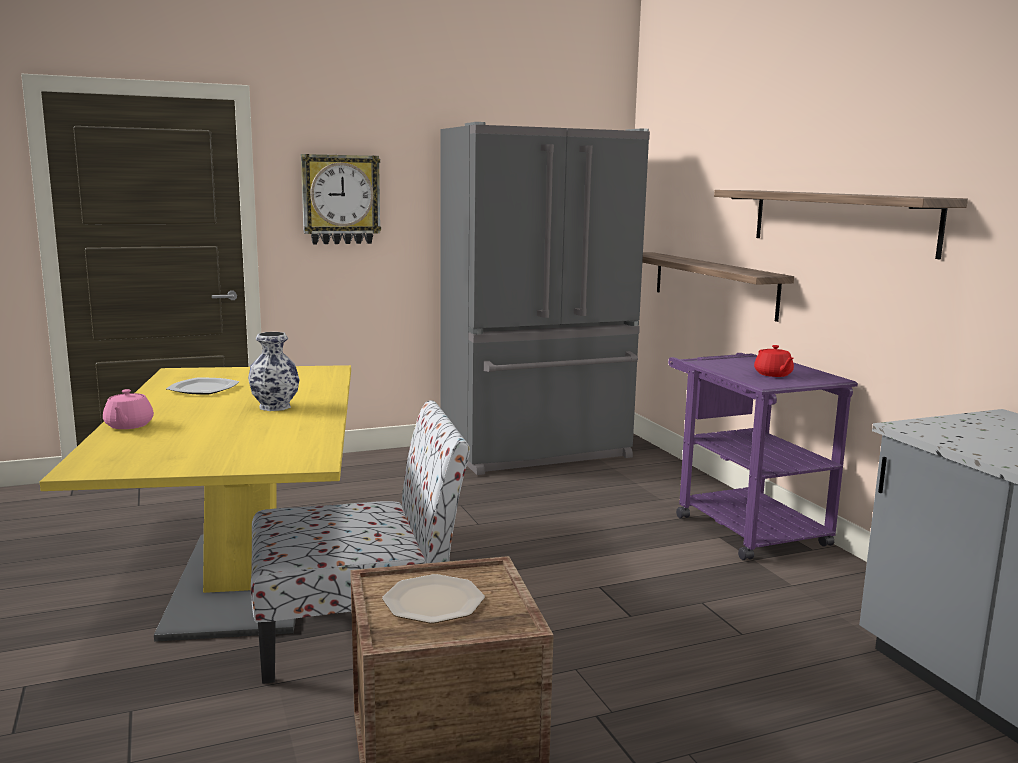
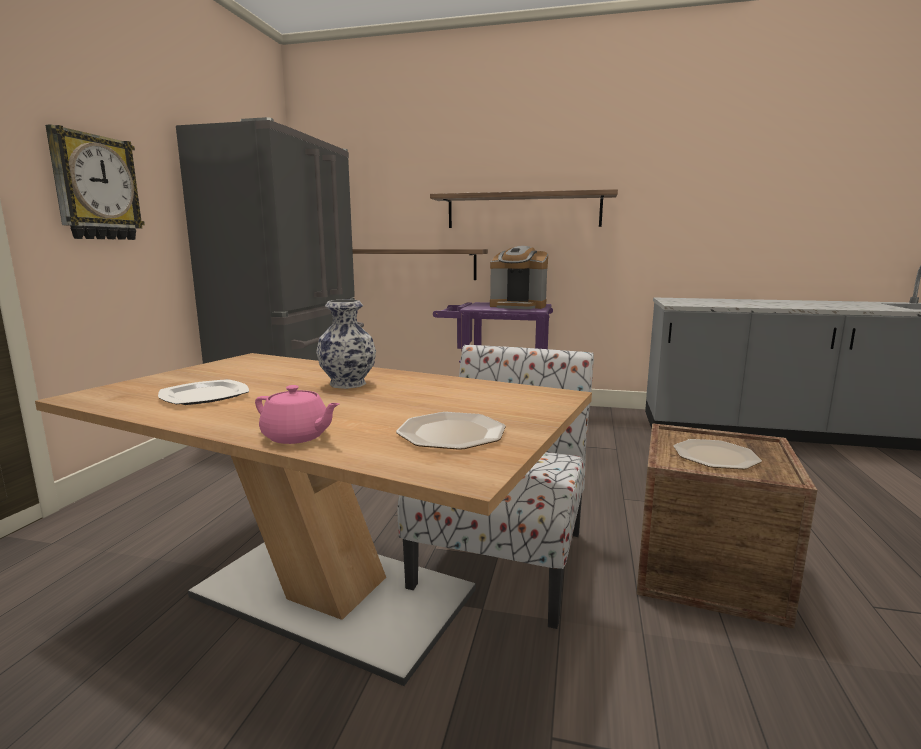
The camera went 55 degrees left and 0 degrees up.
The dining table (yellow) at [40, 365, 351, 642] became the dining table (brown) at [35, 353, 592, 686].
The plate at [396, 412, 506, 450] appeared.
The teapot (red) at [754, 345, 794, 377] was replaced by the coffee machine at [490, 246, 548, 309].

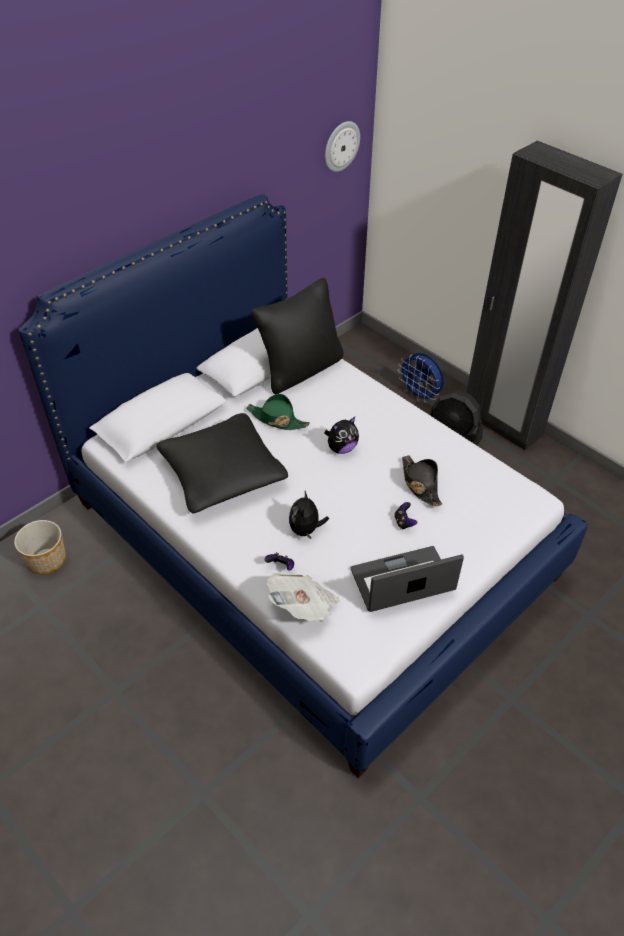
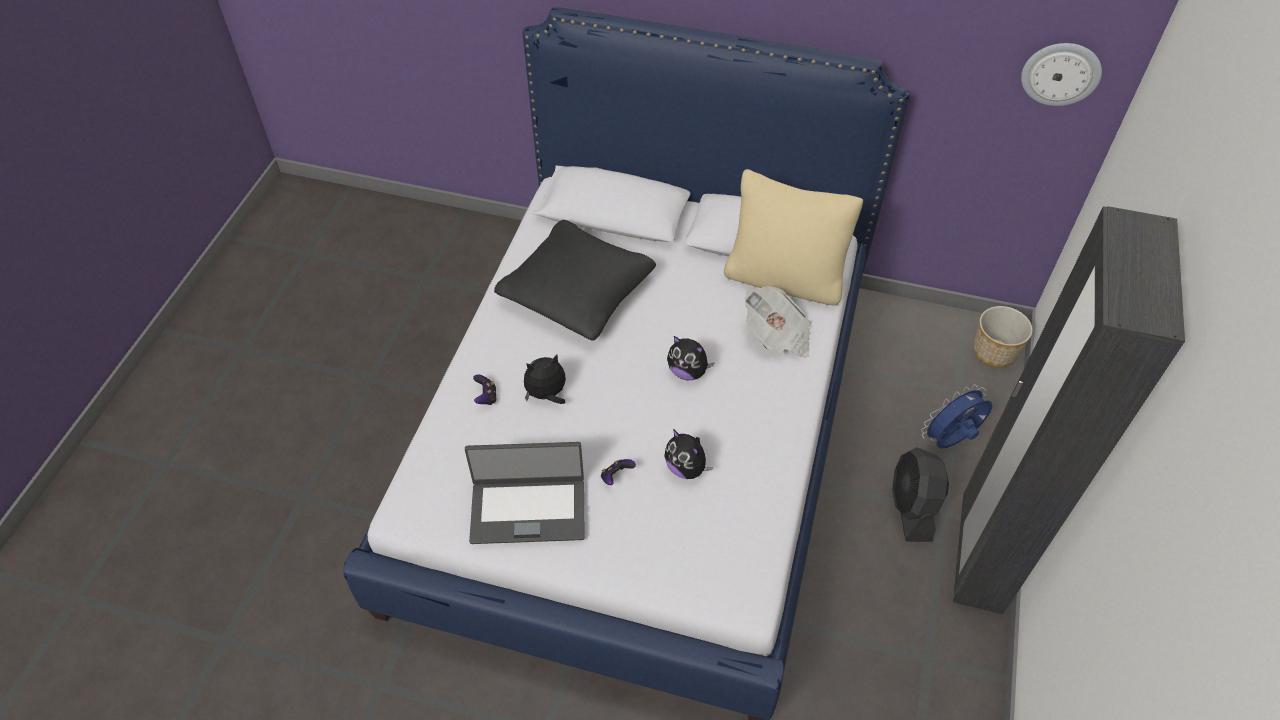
The camera went 60 degrees right and 5 degrees up.
The laptop at [350, 546, 464, 612] turned 135 degrees clockwise.
The hat (black) at [402, 456, 442, 506] was replaced by the plush toy at [664, 429, 713, 479].
The pillow (black) at [251, 278, 344, 394] became the pillow (beige) at [724, 169, 863, 305].
The newspaper moved from [266, 573, 340, 622] to [745, 286, 811, 358].
The fan (blue) at [398, 353, 444, 403] turned 45 degrees clockwise.
The planter moved from [14, 520, 66, 574] to [973, 306, 1033, 367].
The hat (green) at [246, 394, 310, 430] disappeared.

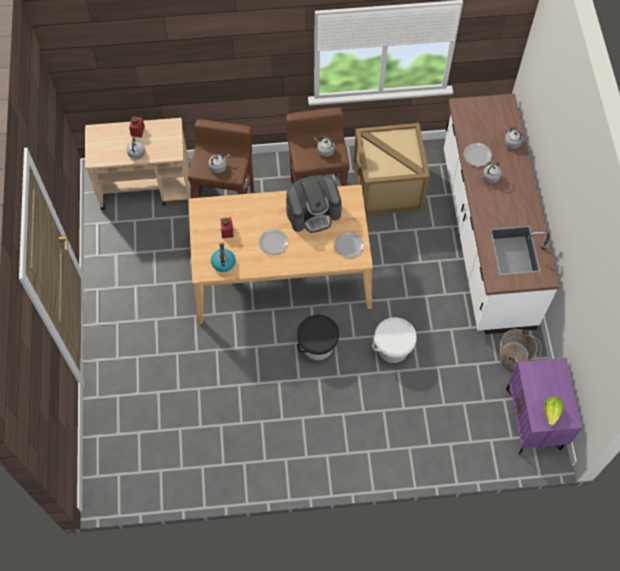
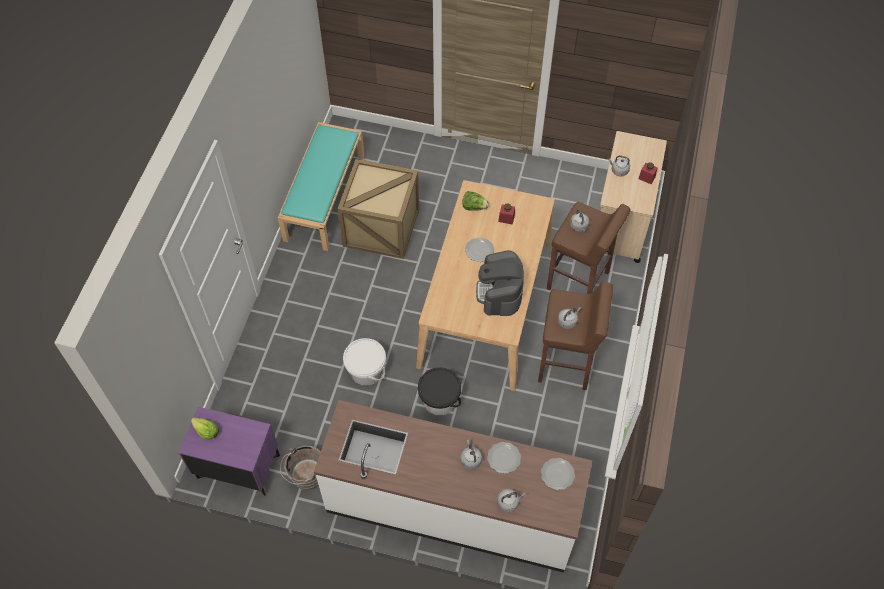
The camera went 110 degrees right and 5 degrees down.
The bench (turquoise) at [278, 122, 364, 251] appeared.
The crate moved from [353, 123, 430, 216] to [337, 159, 419, 259].
The bucket (black) moved from [297, 315, 339, 360] to [418, 368, 461, 416].
The kettle at [211, 243, 236, 272] was replaced by the lettuce at [462, 191, 489, 211].
The plate moved from [335, 232, 364, 258] to [541, 458, 575, 490].

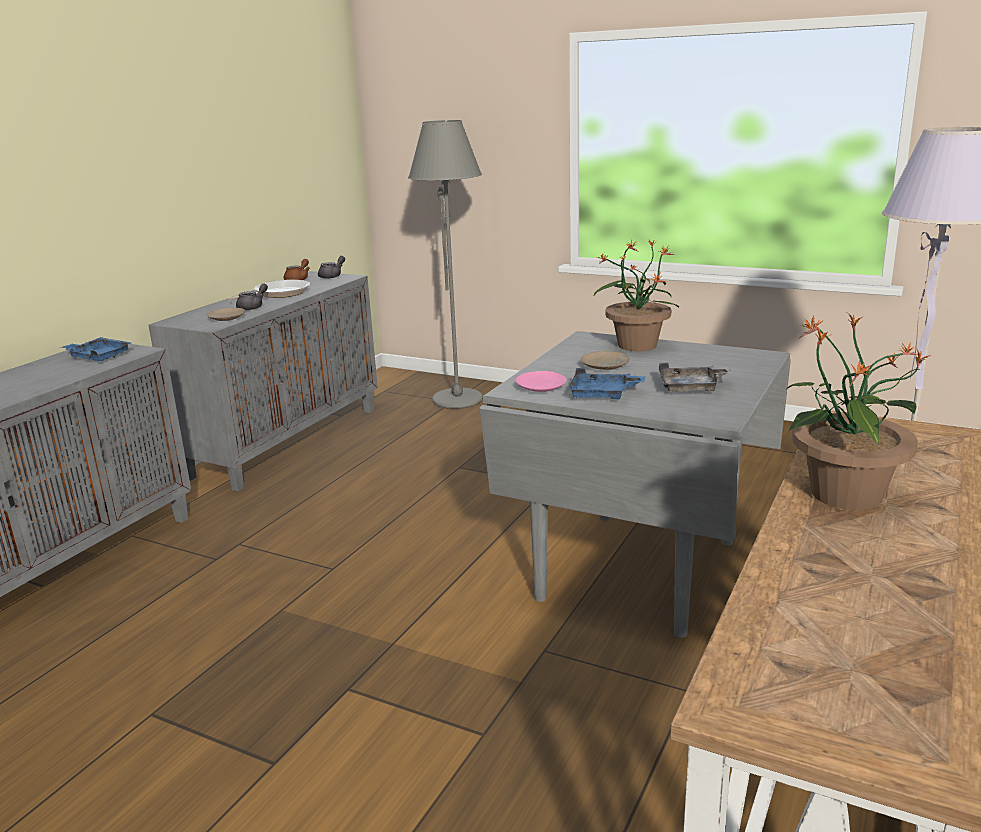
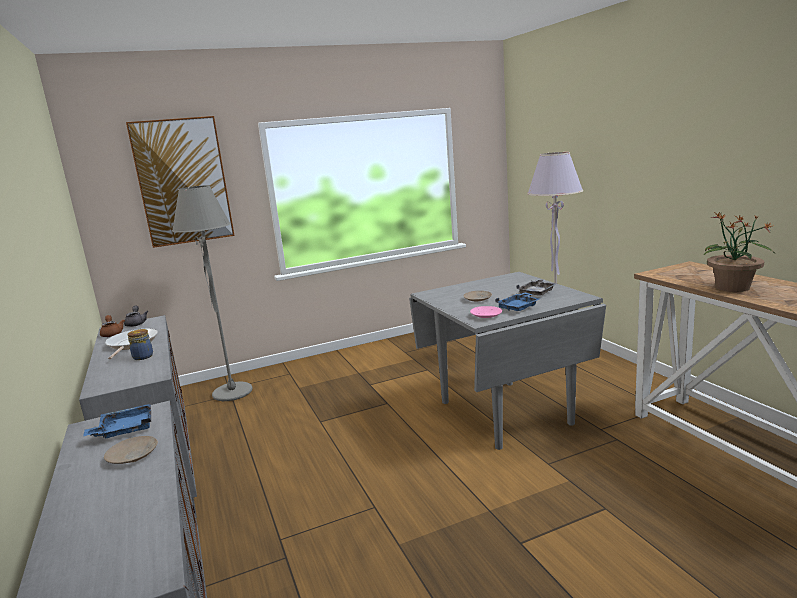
The camera went 50 degrees left and 5 degrees down.
The plate (beige) moved from [206, 308, 245, 321] to [104, 436, 158, 464].
The picture at [126, 116, 235, 248] appeared.
The teapot (grey) at [236, 283, 268, 310] was replaced by the jar at [127, 329, 153, 360].
The potted plant at [594, 239, 679, 351] disappeared.

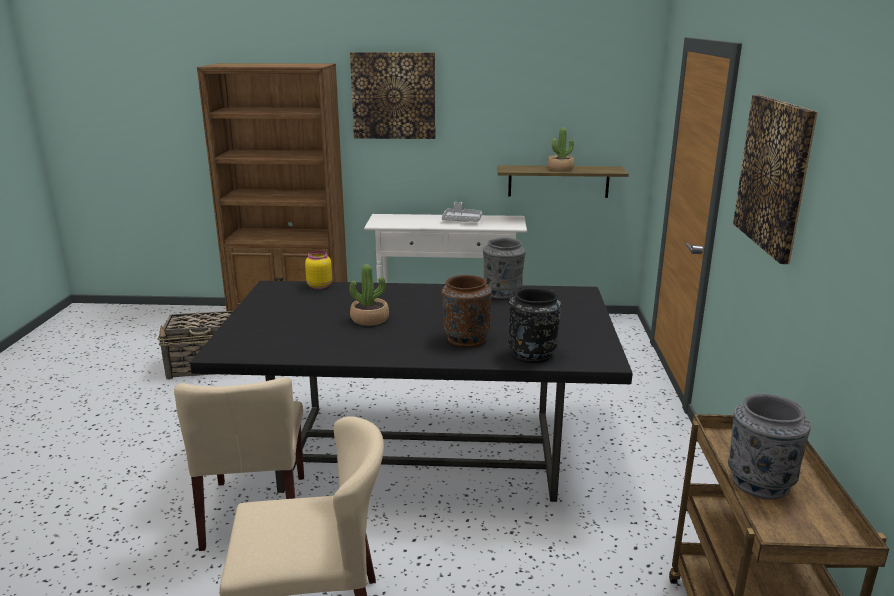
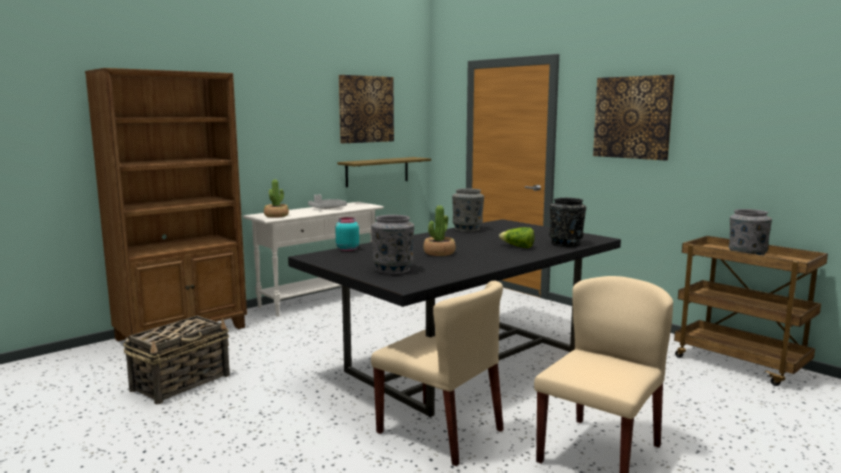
The camera went 45 degrees left and 10 degrees down.
The potted plant moved from [547, 128, 575, 171] to [264, 179, 289, 218].
The jar (yellow) at [305, 251, 332, 289] became the jar (turquoise) at [335, 217, 359, 251].
The picture moved from [350, 52, 435, 139] to [339, 75, 394, 143].
The vase (grey) at [371, 215, 414, 275] appeared.
The vase (brown) at [441, 275, 492, 347] was replaced by the lettuce at [499, 227, 535, 248].

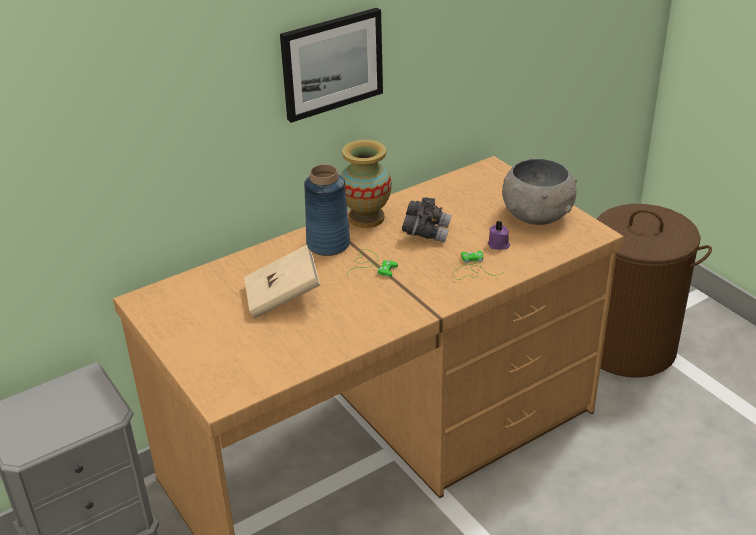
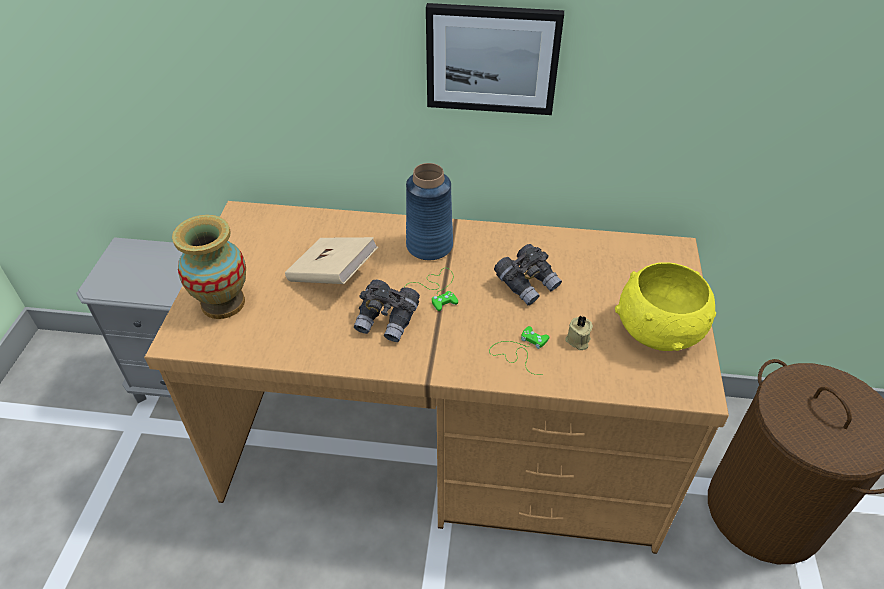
The camera went 40 degrees right and 10 degrees up.
The vase moved from [341, 140, 392, 228] to [172, 215, 246, 319].
The binoculars (grey) at [354, 279, 420, 342] appeared.
The candle (purple) at [488, 221, 510, 250] became the candle (beige) at [565, 315, 593, 350].
The bowl (grey) at [502, 159, 577, 225] became the bowl (yellow) at [615, 262, 716, 351].

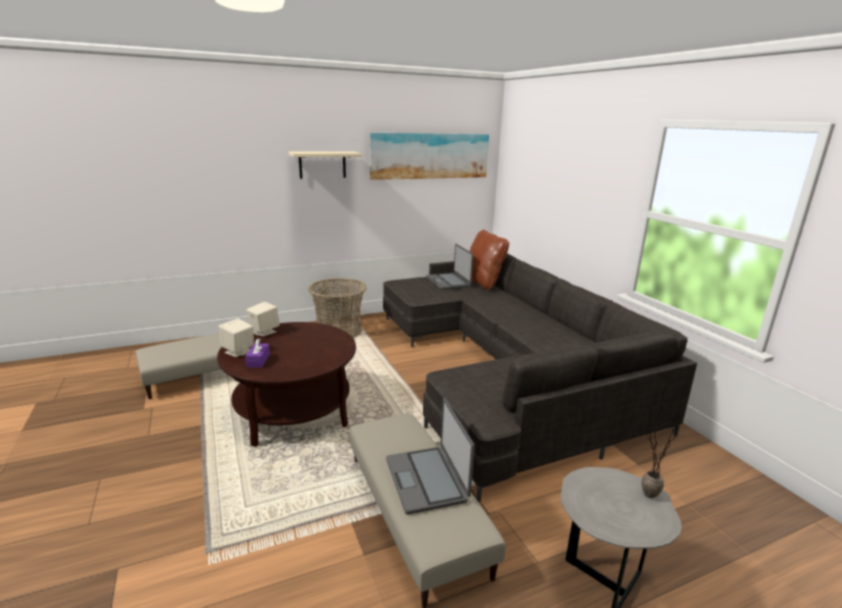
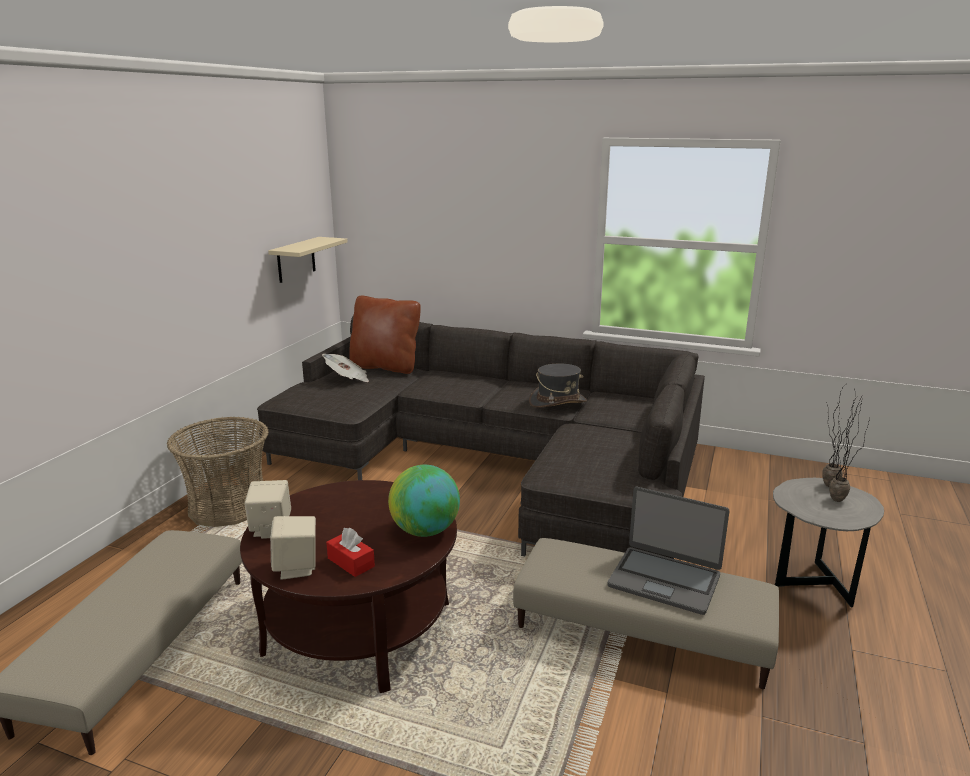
The camera went 45 degrees left and 0 degrees up.
The shelf (beige) moved from [288, 152, 362, 179] to [268, 237, 347, 283].
The laptop at [426, 244, 473, 290] was replaced by the newspaper at [322, 354, 369, 382].
The tissue box (purple) at [245, 338, 270, 368] became the tissue box (red) at [326, 527, 375, 577].
The globe at [388, 465, 460, 537] appeared.
The hat (grey) at [529, 364, 587, 408] appeared.
The potted plant at [829, 394, 870, 502] appeared.
The picture at [369, 133, 489, 180] disappeared.

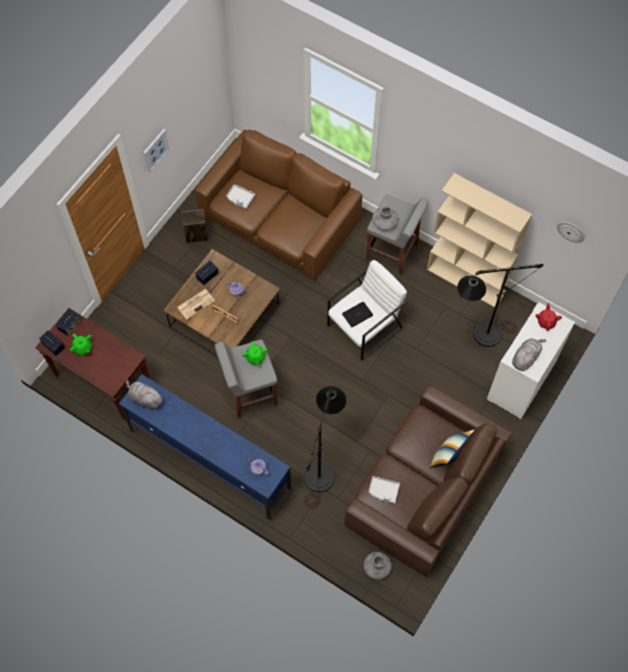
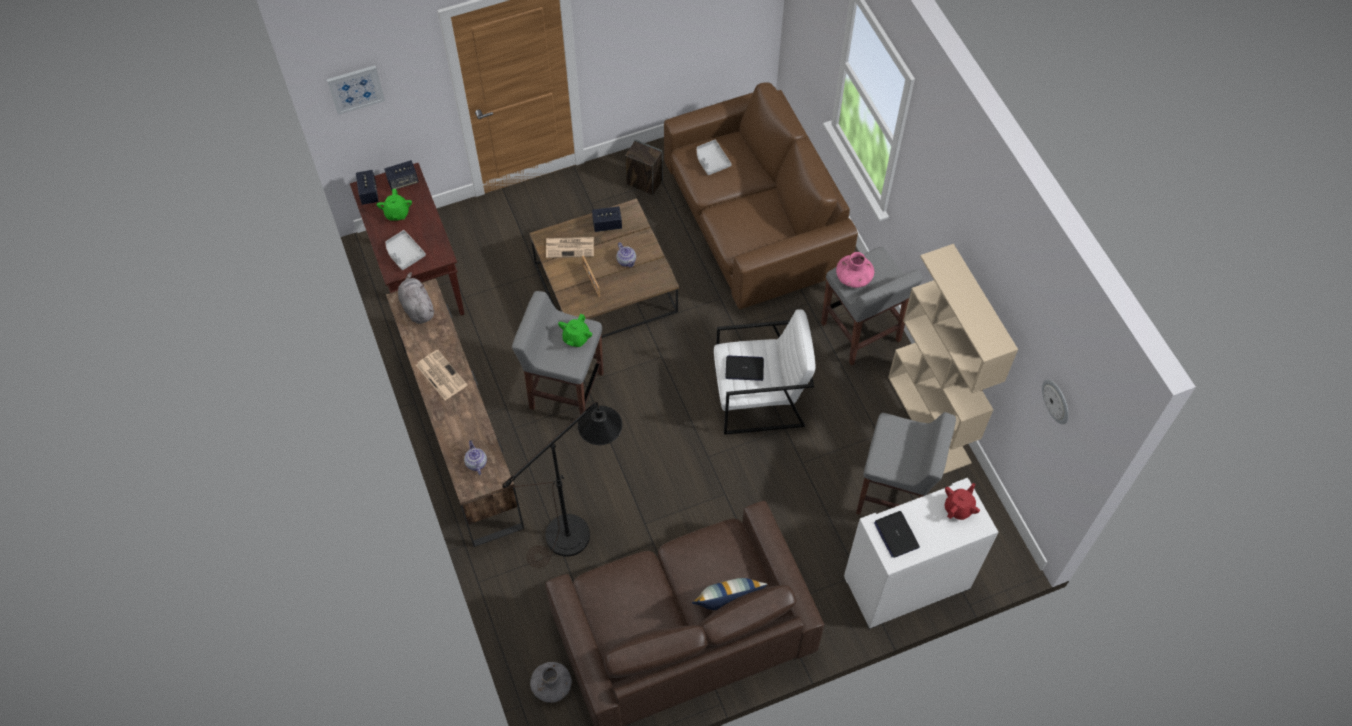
The camera went 35 degrees right and 5 degrees down.
The picture moved from [143, 129, 170, 173] to [327, 65, 385, 115].
The tray (grey) moved from [369, 476, 400, 504] to [385, 230, 426, 270].
The tv stand (blue) at [119, 374, 291, 520] became the tv stand (brown) at [386, 279, 524, 547].
The newspaper at [416, 350, 468, 400] appeared.
The vase (grey) at [372, 206, 398, 231] became the vase (pink) at [836, 252, 874, 288].
The floor lamp (black) at [457, 264, 543, 347] was replaced by the stool (grey) at [856, 412, 956, 515].
The plush toy (grey) at [512, 338, 547, 371] was replaced by the laptop at [874, 511, 920, 558].

